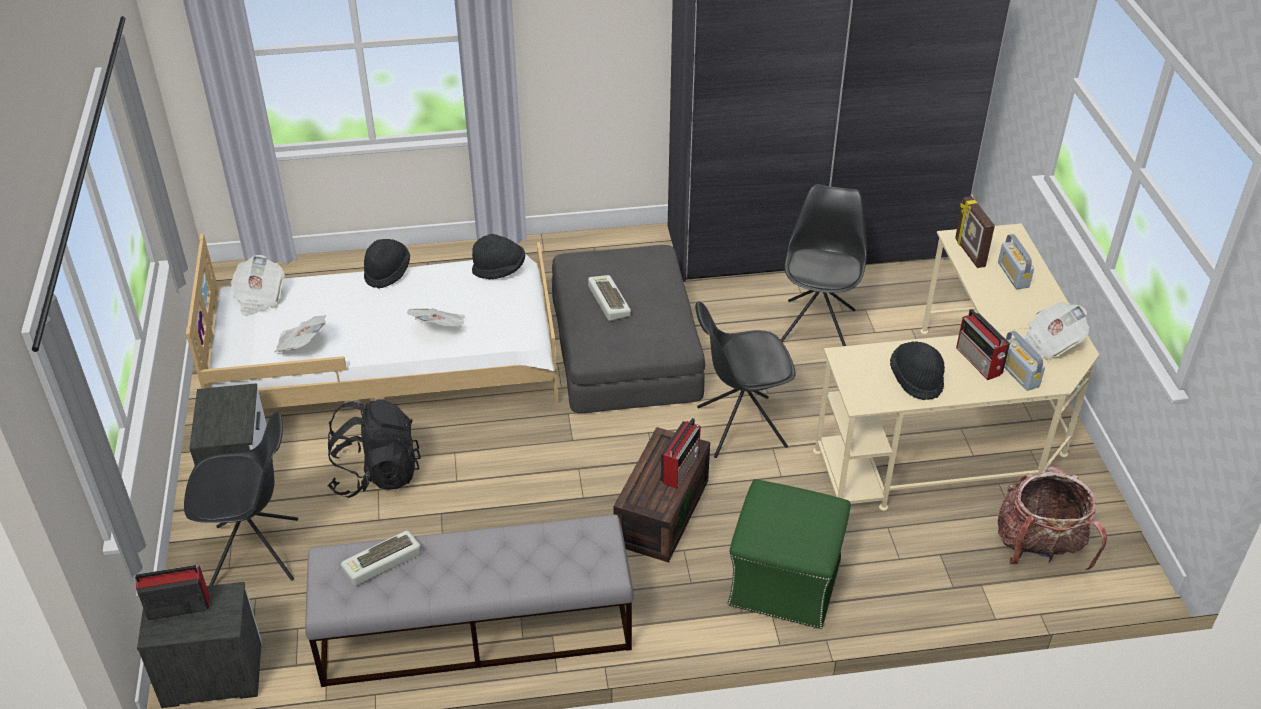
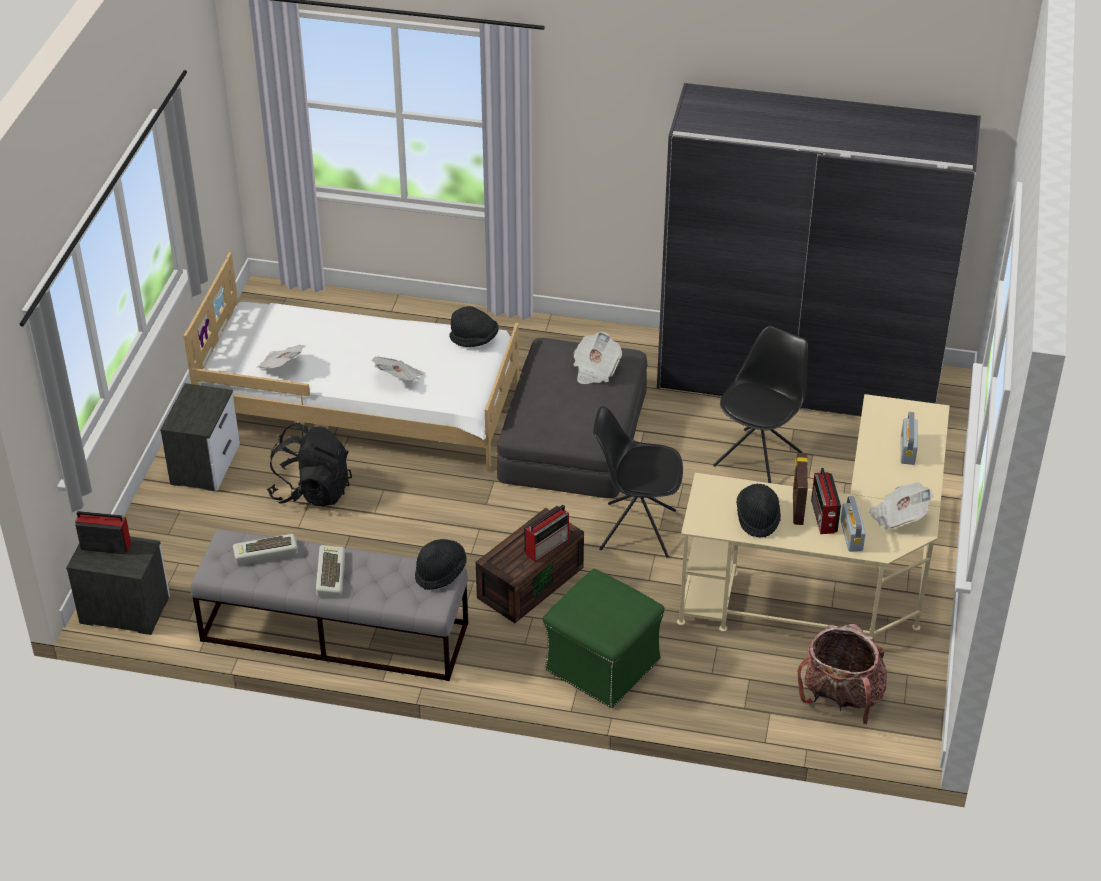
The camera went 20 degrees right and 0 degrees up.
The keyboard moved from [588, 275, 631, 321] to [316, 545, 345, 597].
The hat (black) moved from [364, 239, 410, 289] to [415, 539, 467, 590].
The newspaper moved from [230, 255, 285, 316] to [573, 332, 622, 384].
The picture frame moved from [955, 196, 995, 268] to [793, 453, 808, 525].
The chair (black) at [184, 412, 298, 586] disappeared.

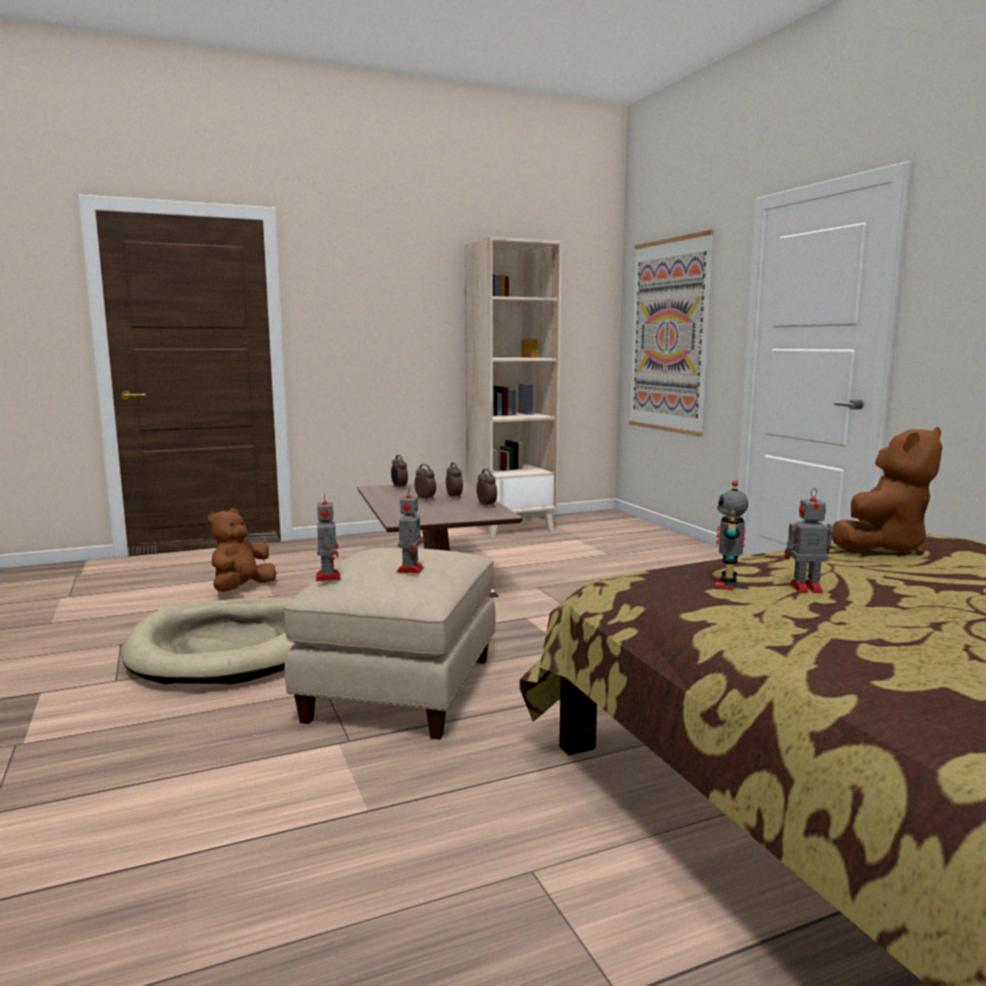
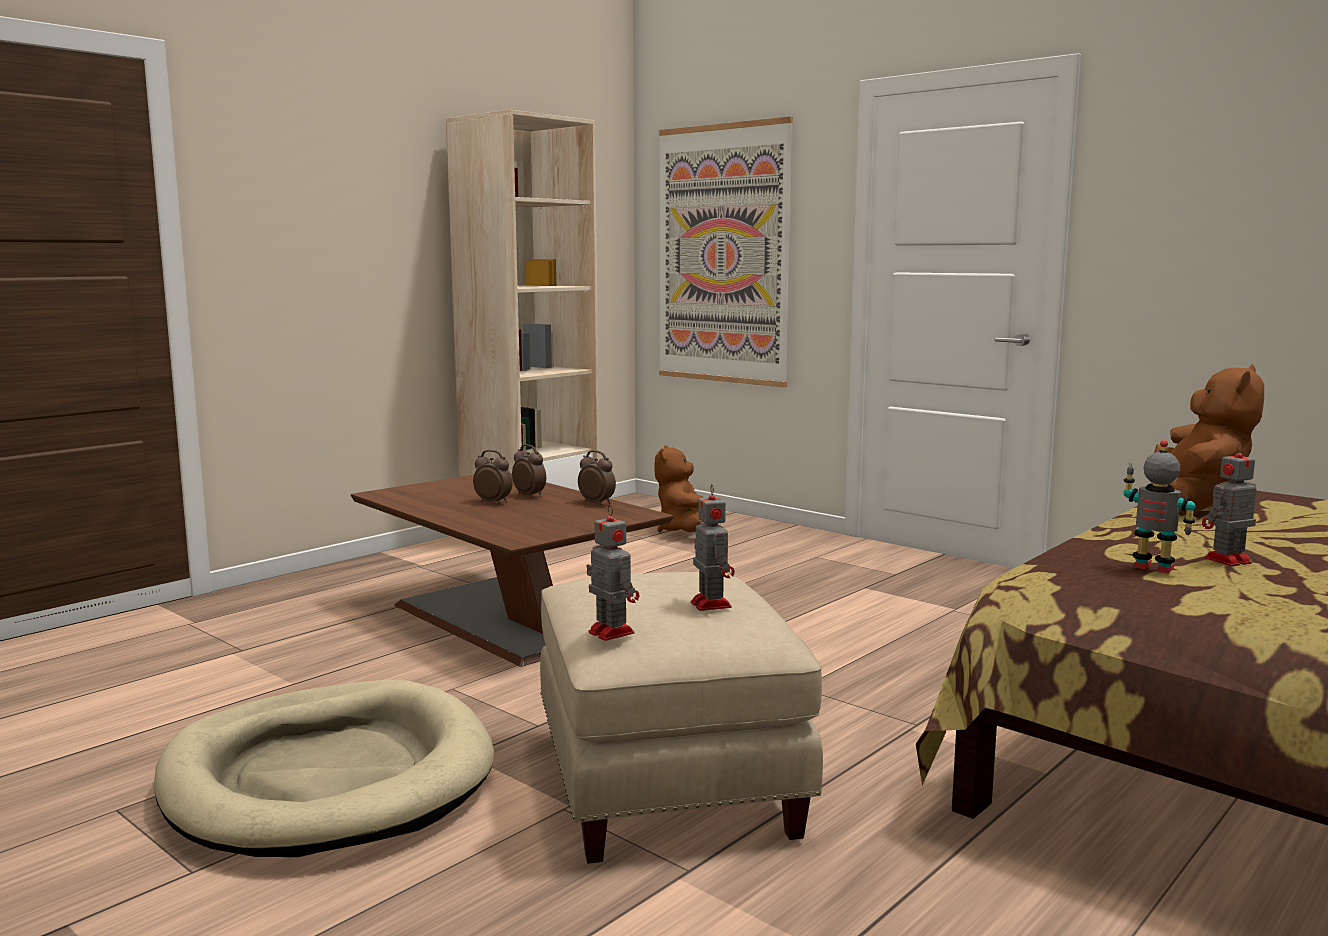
The camera went 25 degrees left and 0 degrees up.
The plush toy (brown) moved from [208, 508, 276, 592] to [654, 445, 704, 532].
The toy robot at [715, 480, 748, 590] turned 135 degrees clockwise.
The alarm clock at [391, 455, 408, 489] disappeared.

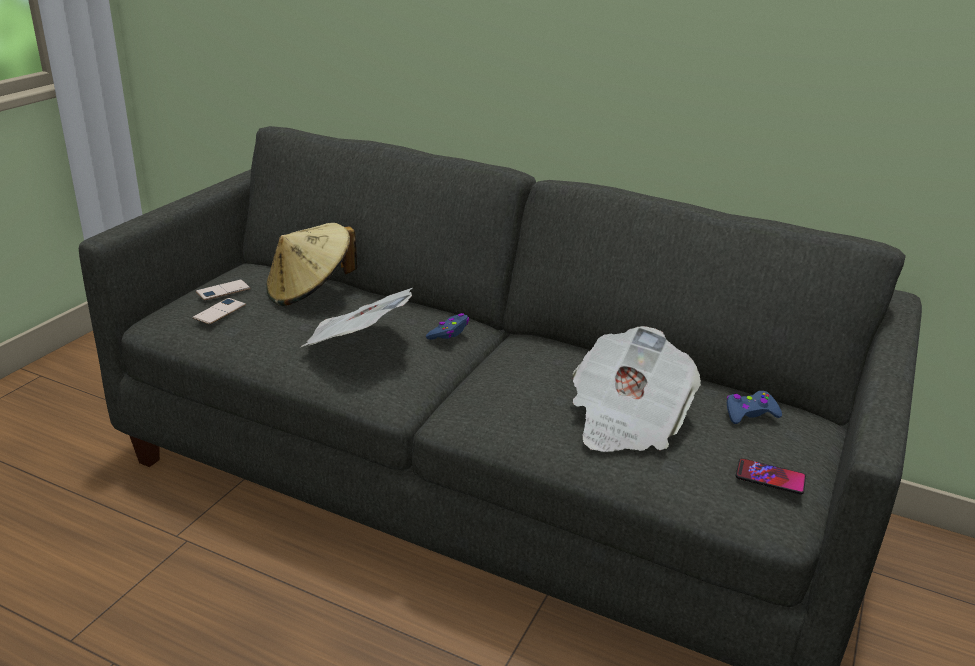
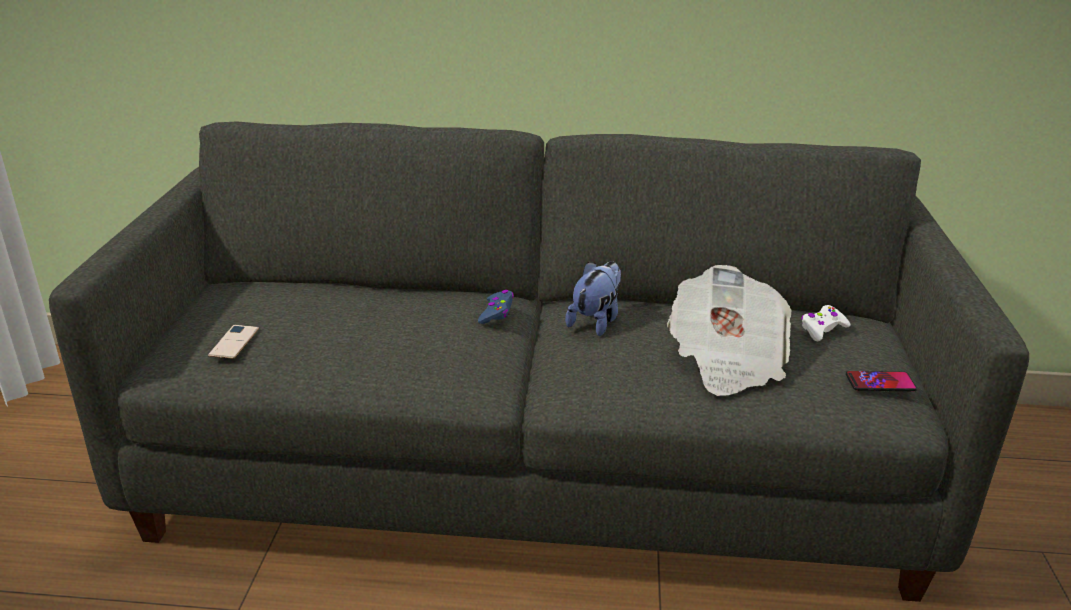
The camera went 20 degrees left and 0 degrees up.
The plush toy at [565, 261, 621, 336] appeared.
The game controller (blue) at [726, 391, 782, 424] became the game controller (white) at [801, 305, 850, 341].
The phone at [196, 280, 251, 300] disappeared.
The hat (beige) at [266, 223, 357, 306] disappeared.
The newspaper at [301, 288, 413, 347] disappeared.

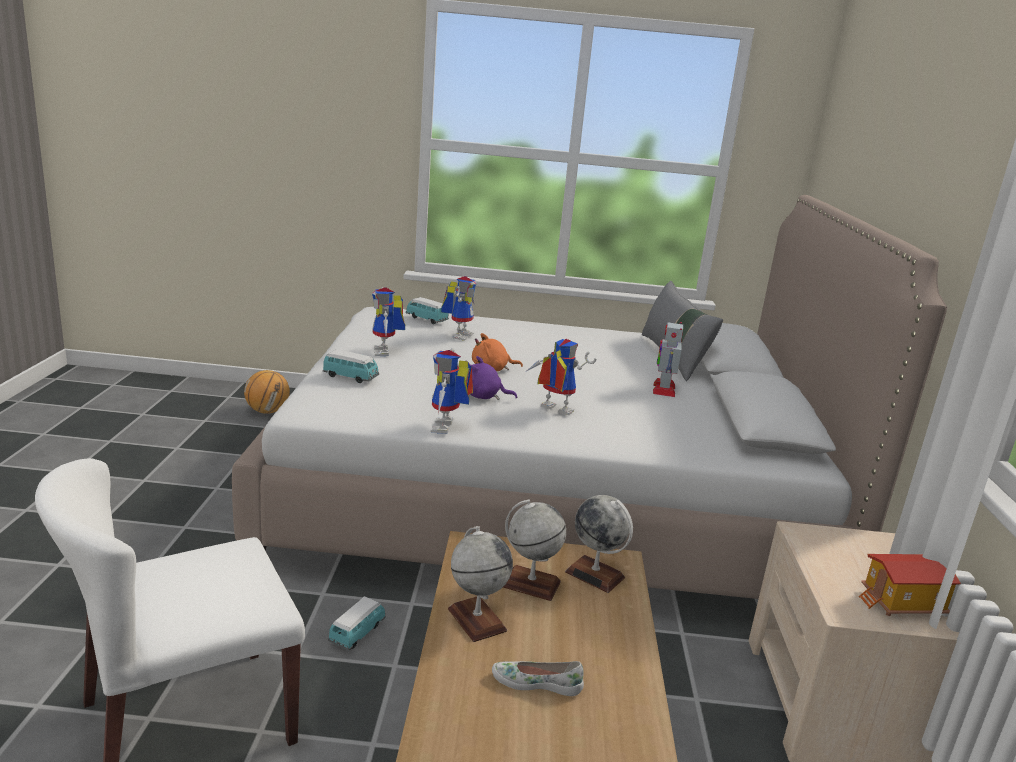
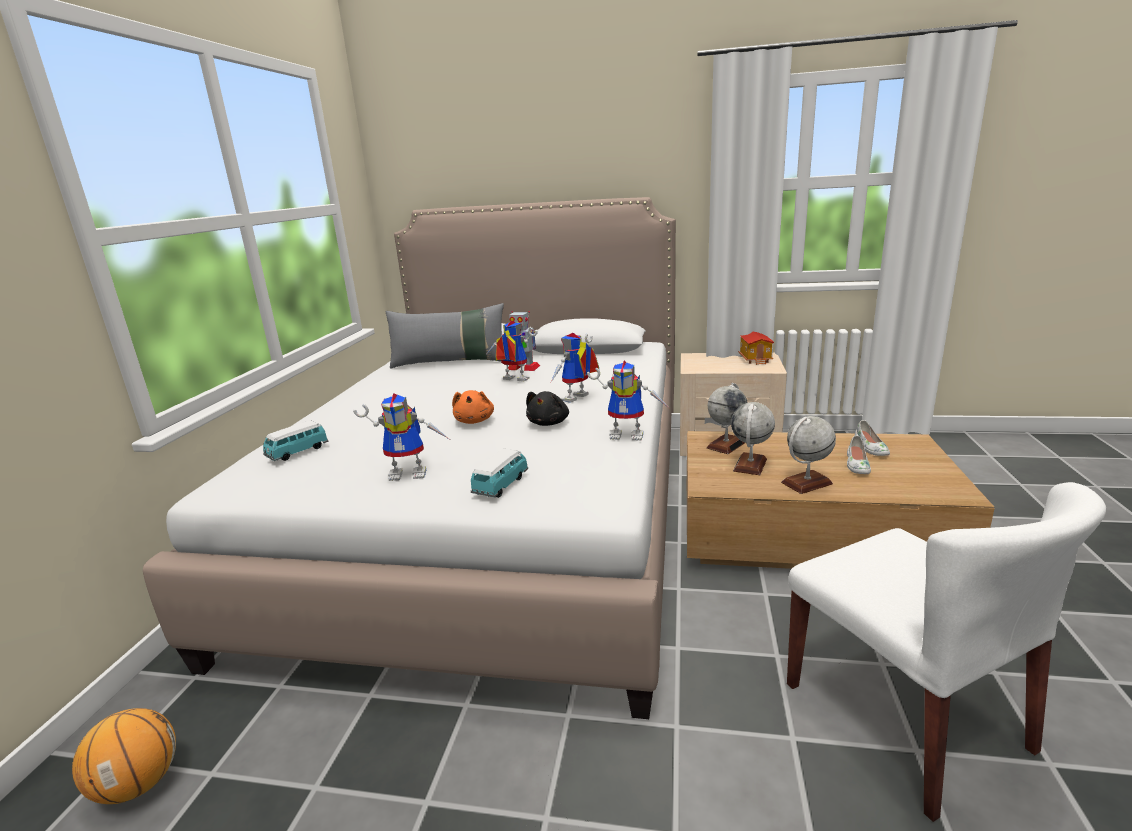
The camera went 80 degrees left and 0 degrees up.
The toy robot moved from [441, 276, 477, 341] to [487, 321, 538, 382].
The plush toy (purple) at [468, 356, 517, 400] became the plush toy (black) at [526, 391, 569, 426].
The shoe (white) at [855, 420, 890, 456] appeared.
The toy car at [328, 596, 386, 650] disappeared.

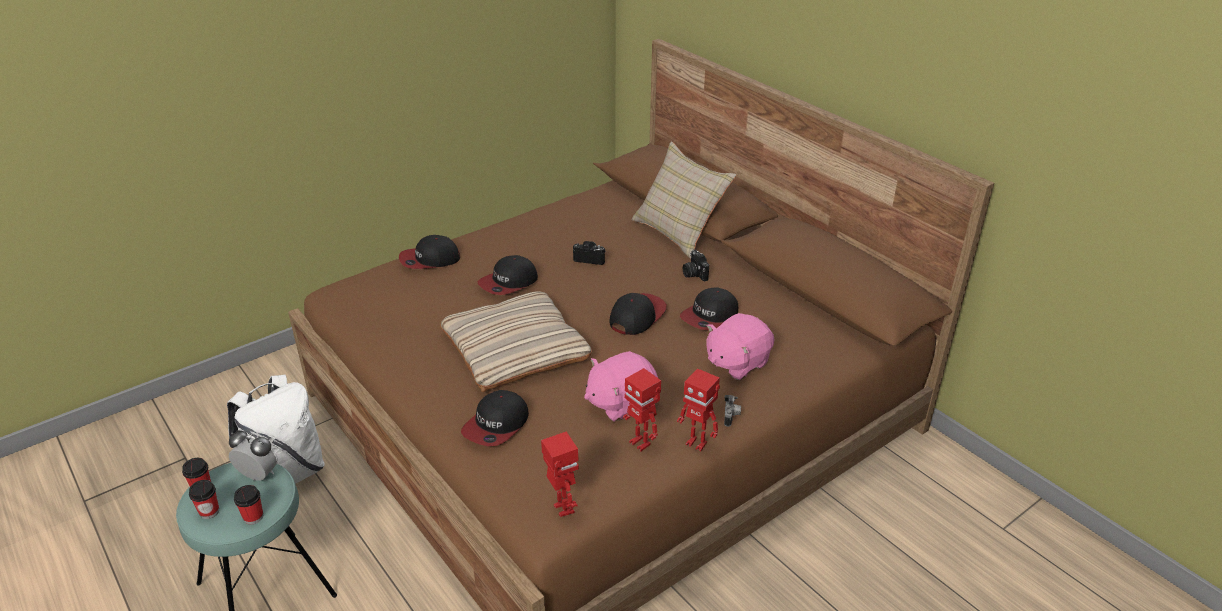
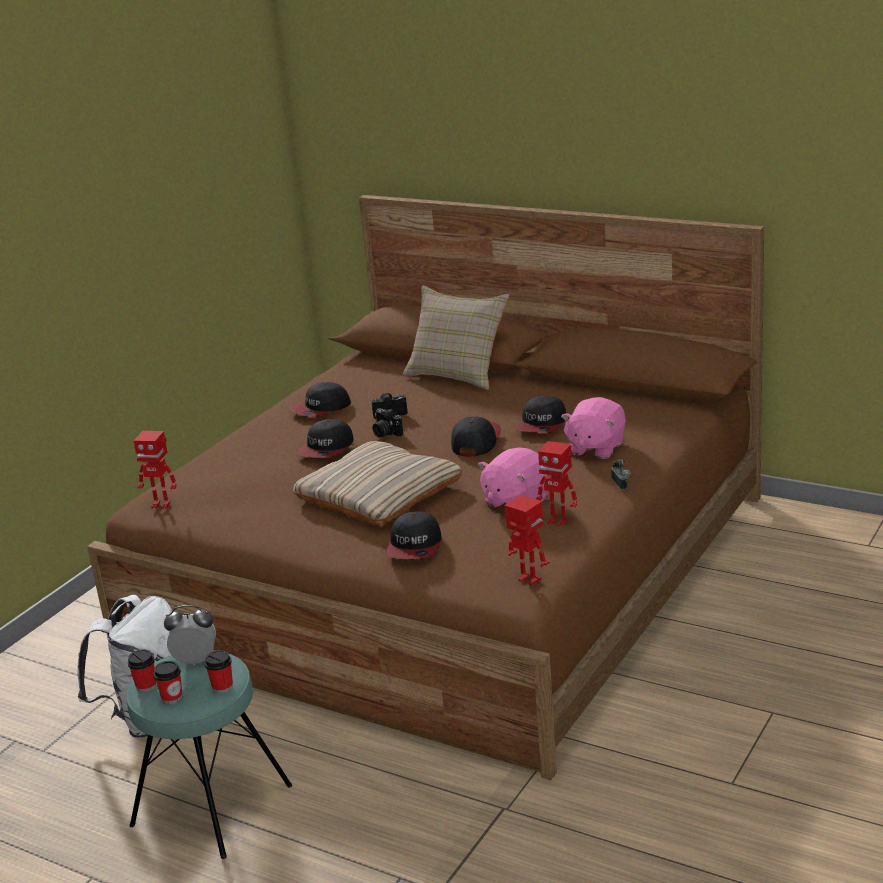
The camera went 20 degrees left and 10 degrees down.
The toy robot moved from [677, 368, 720, 452] to [134, 431, 177, 509].
The cap moved from [399, 235, 460, 269] to [290, 382, 351, 417].
The photo camera moved from [683, 249, 709, 281] to [373, 408, 403, 438].

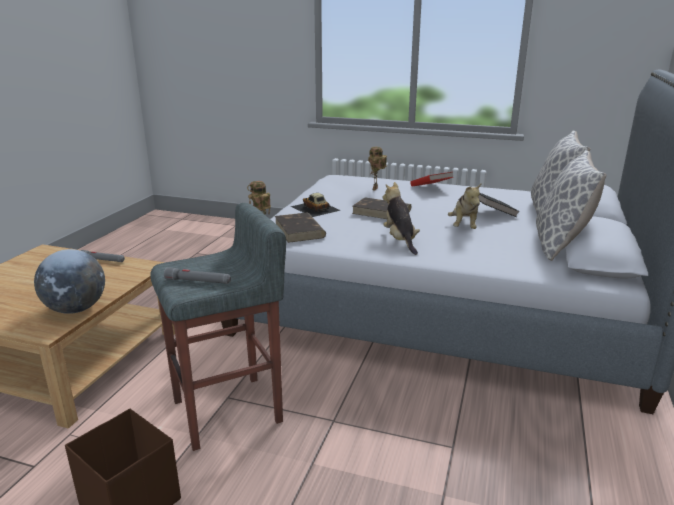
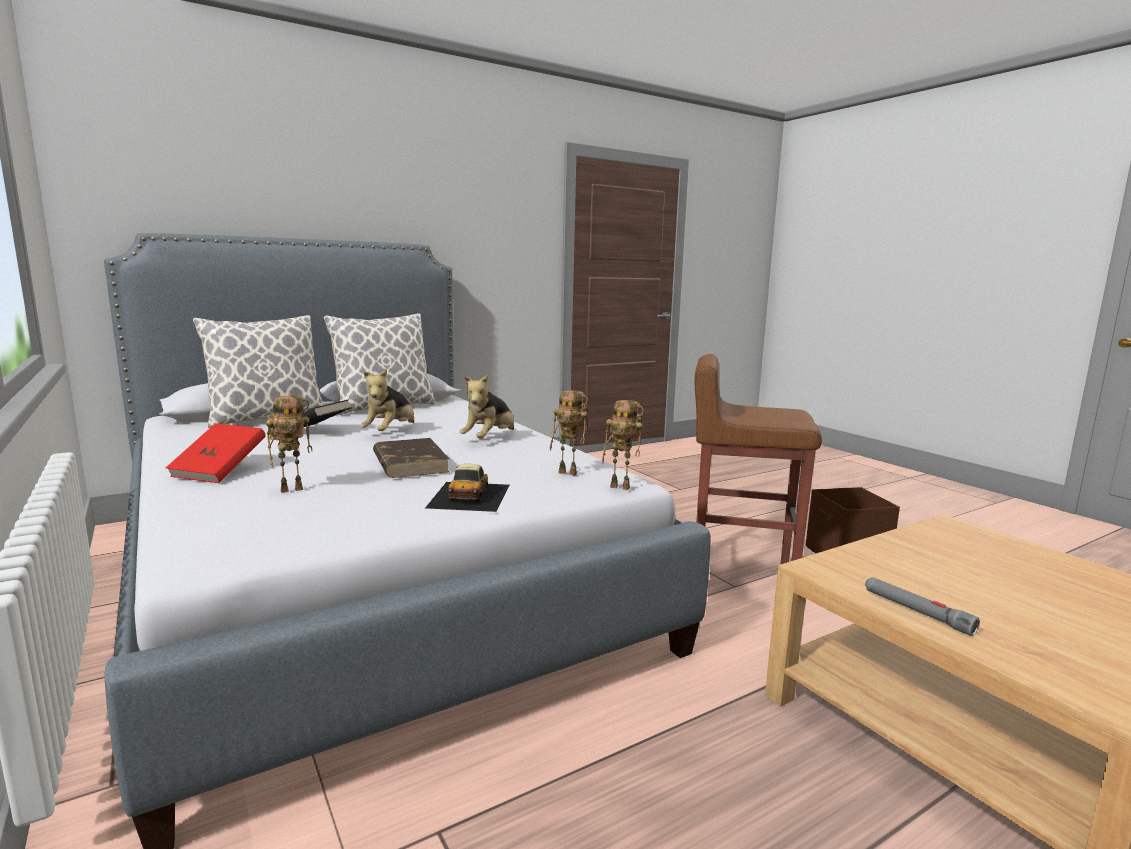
The camera went 140 degrees left and 10 degrees down.
The plush toy at [448, 184, 481, 229] turned 150 degrees clockwise.
The book (brown) at [275, 213, 326, 243] was replaced by the toy robot at [550, 390, 588, 475].
The stool (grey) at [150, 203, 286, 451] became the stool (brown) at [695, 354, 822, 564].
The globe at [34, 249, 105, 314] disappeared.
The flashlight (grey) at [164, 267, 231, 284] disappeared.

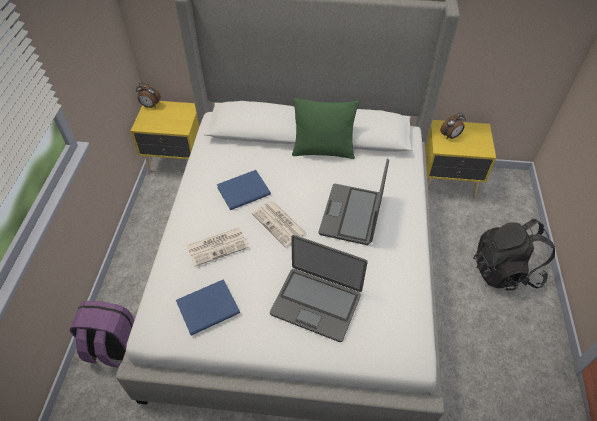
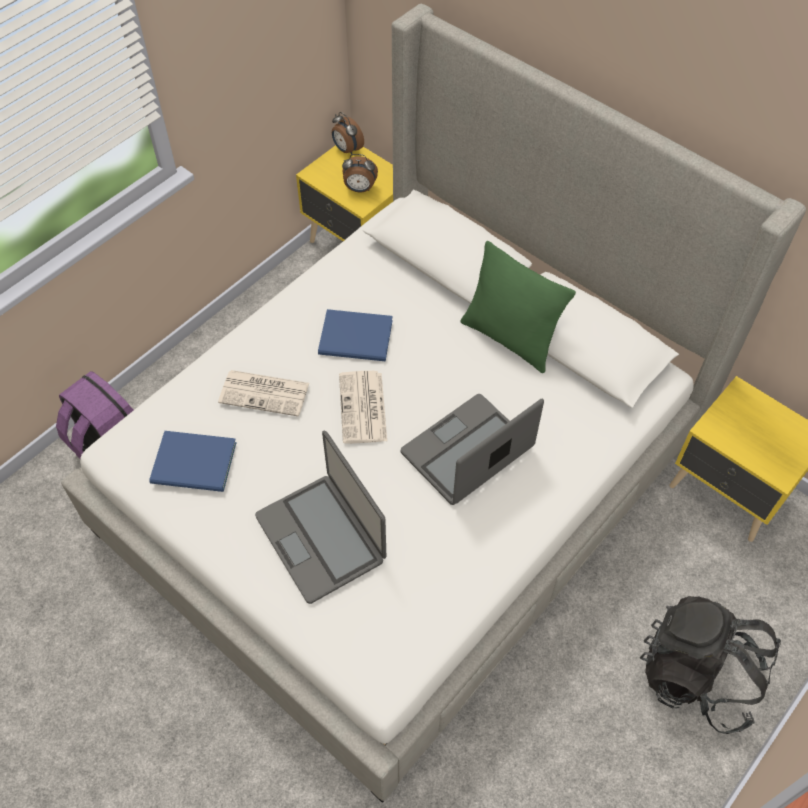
The camera went 35 degrees right and 5 degrees up.
The alarm clock moved from [440, 113, 466, 139] to [342, 154, 378, 192].

